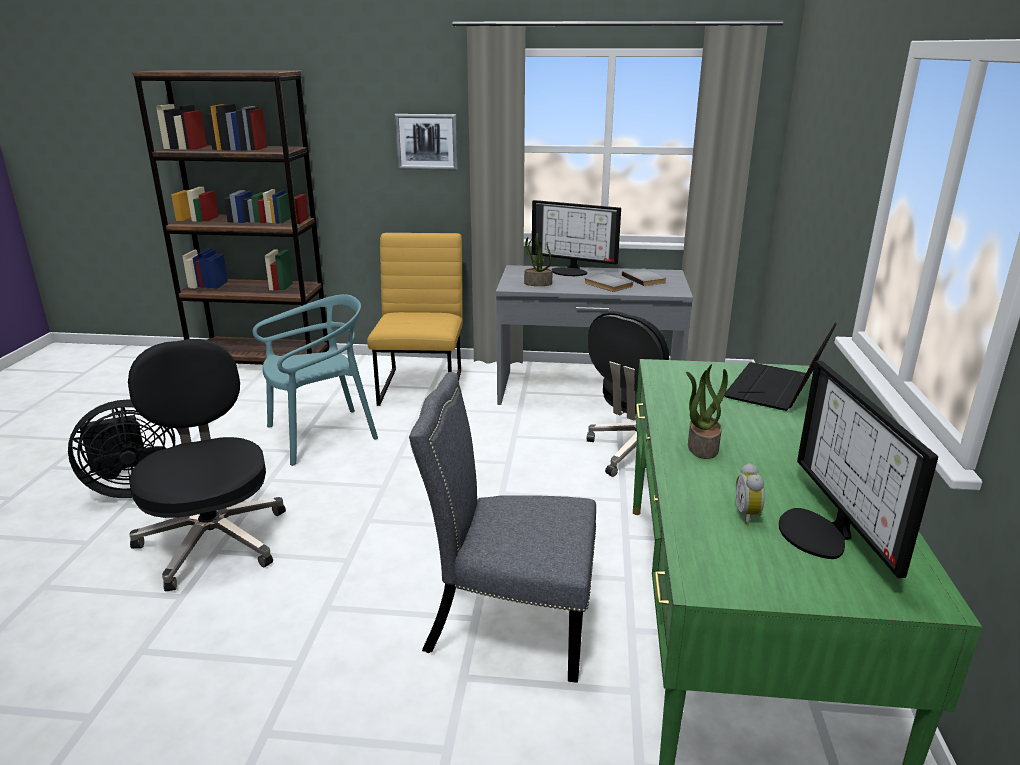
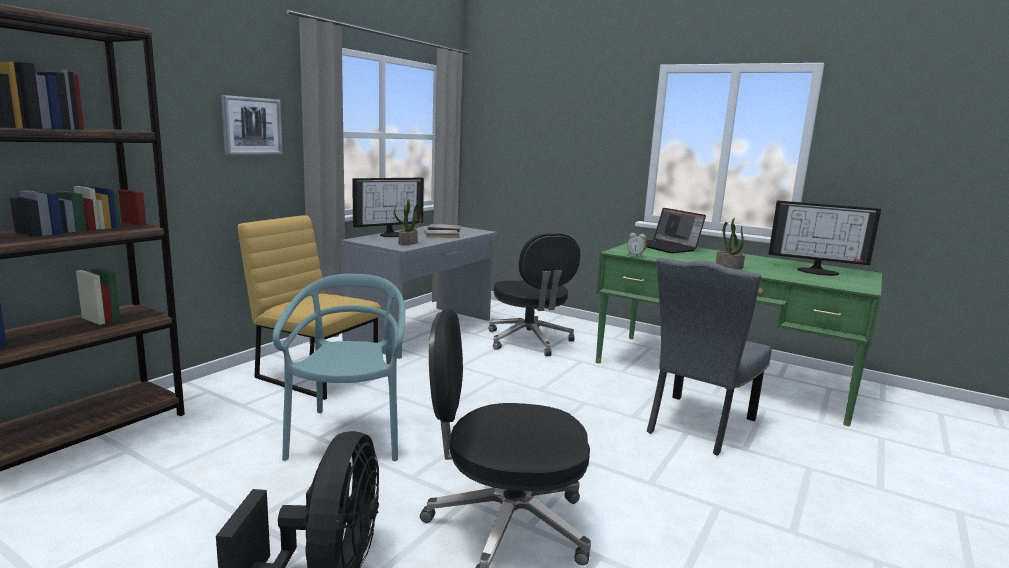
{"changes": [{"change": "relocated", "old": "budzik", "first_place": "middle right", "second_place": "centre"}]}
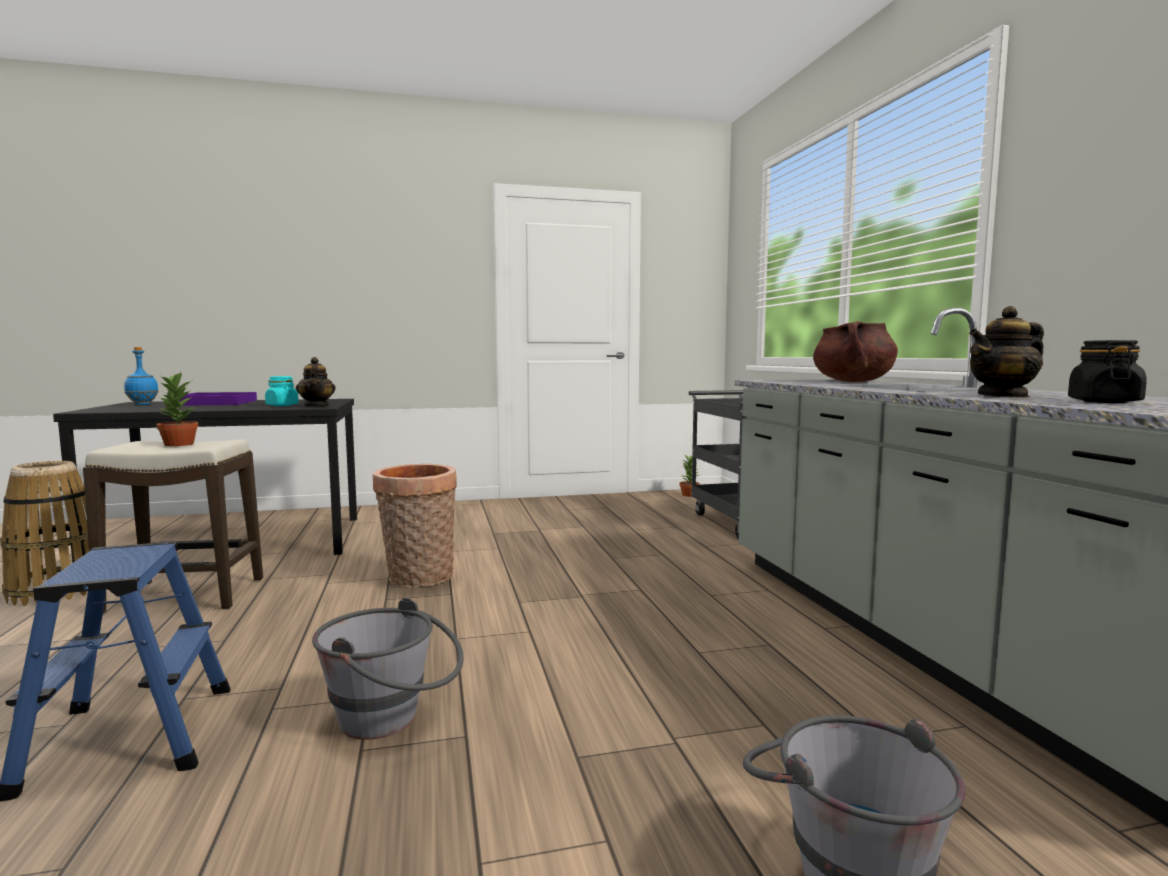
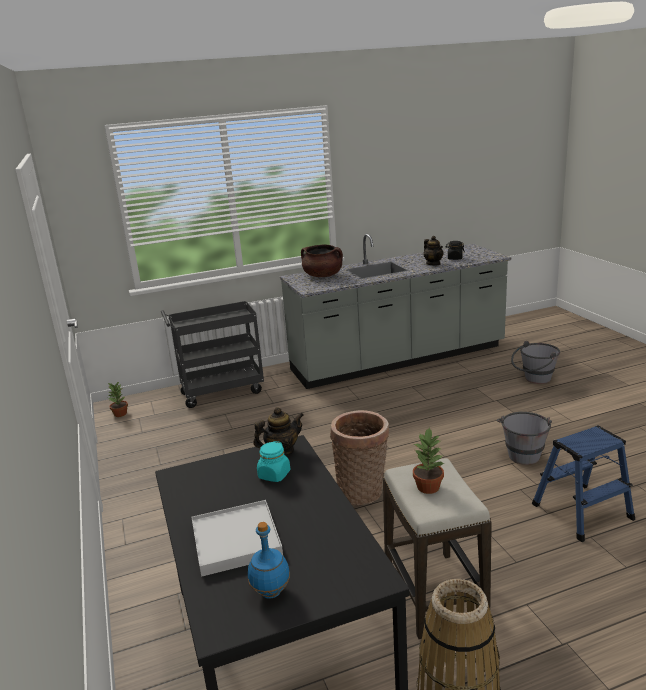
{"changes": [{"change": "colour", "old": "taca/fioletowy", "new": "taca/biały", "first_place": "middle left", "second_place": "bottom centre"}]}
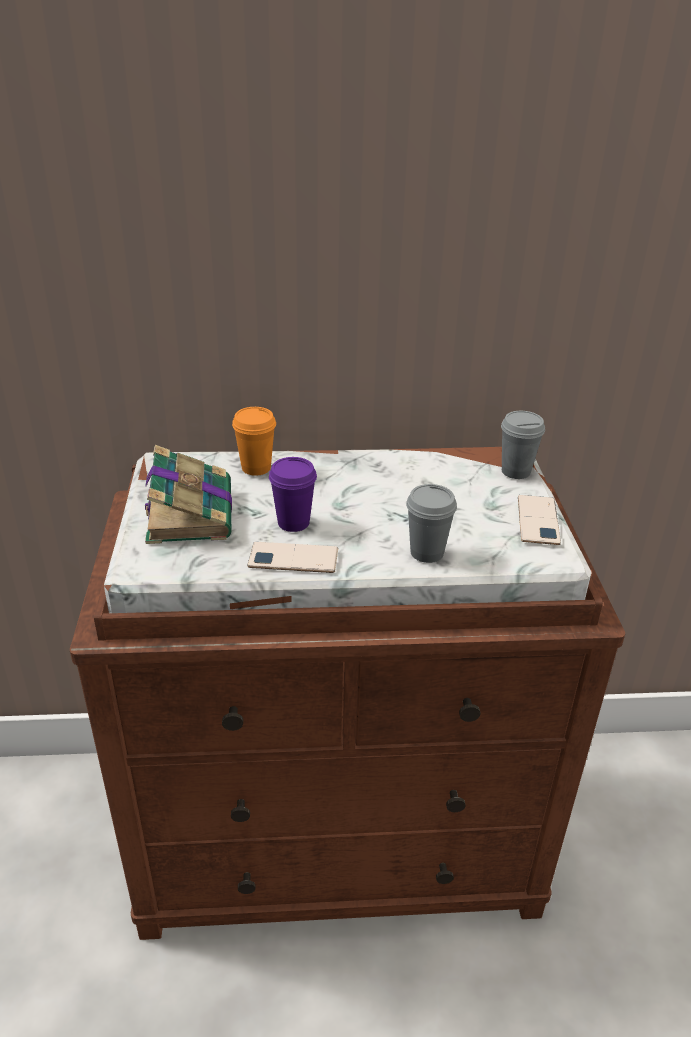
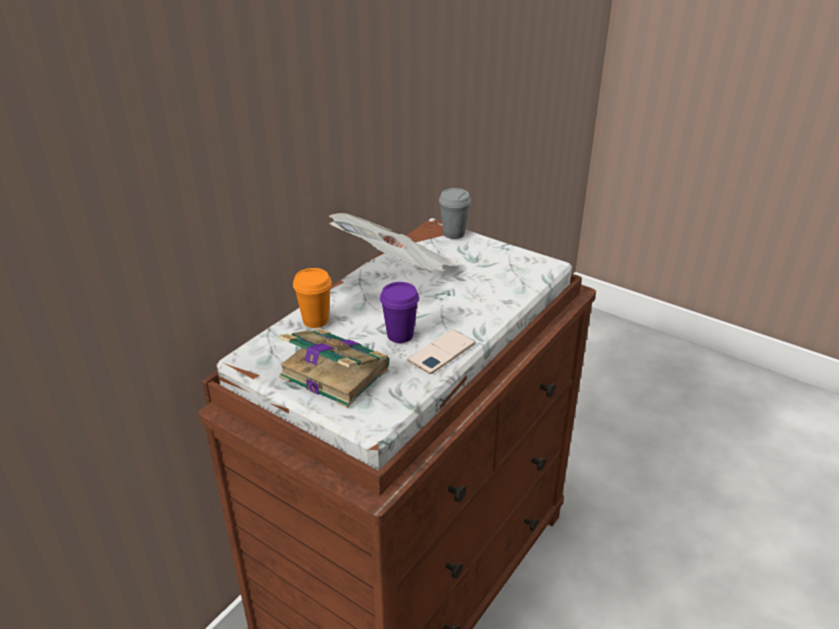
{"changes": [{"change": "missing", "old": "filiżanka/szary (no. 1 from left)", "first_place": "centre"}, {"change": "missing", "old": "telefon (no. 2 from left)", "first_place": "middle right"}, {"change": "appeared", "new": "gazeta", "second_place": "centre"}]}
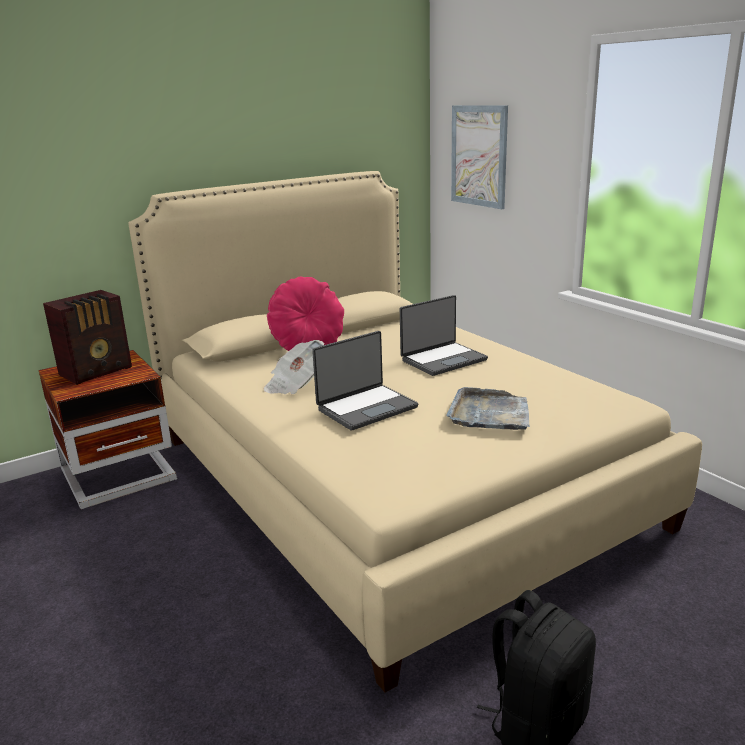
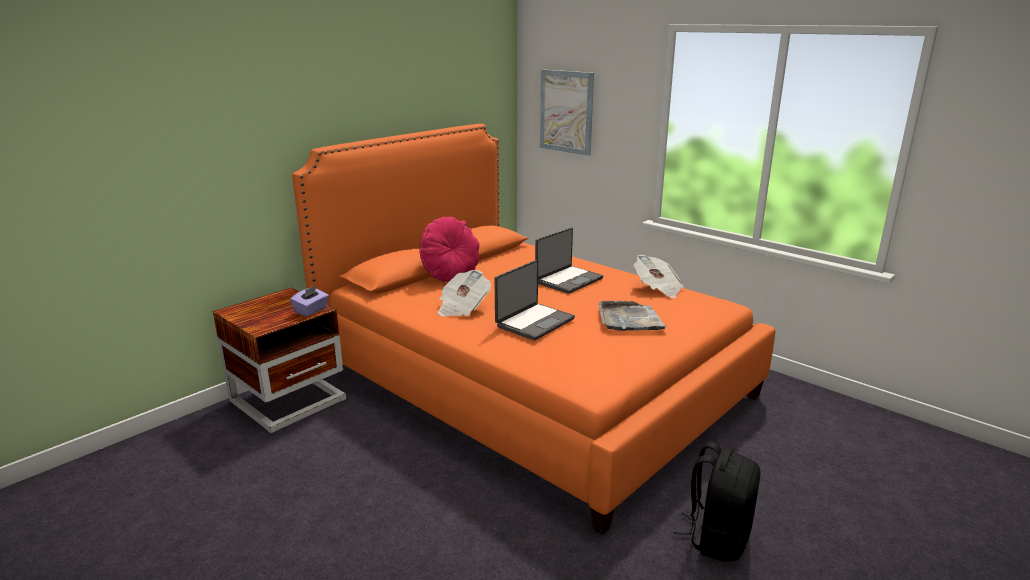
{"changes": [{"change": "missing", "old": "radio", "first_place": "middle left"}, {"change": "appeared", "new": "pudełko chusteczek/fioletowy", "second_place": "middle left"}, {"change": "appeared", "new": "gazeta (no. 2 from left)", "second_place": "centre"}, {"change": "colour", "old": "łóżko/beżowy", "new": "łóżko/pomarańczowy", "first_place": "centre", "second_place": "centre"}]}
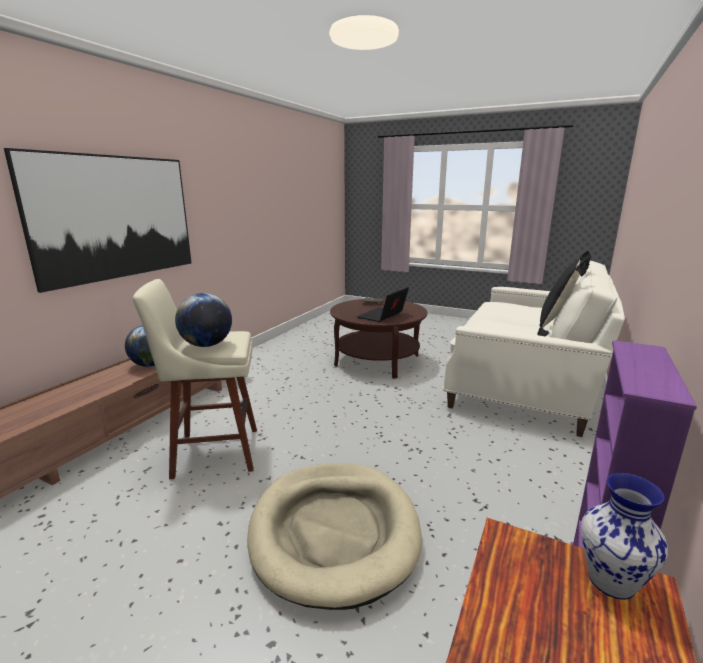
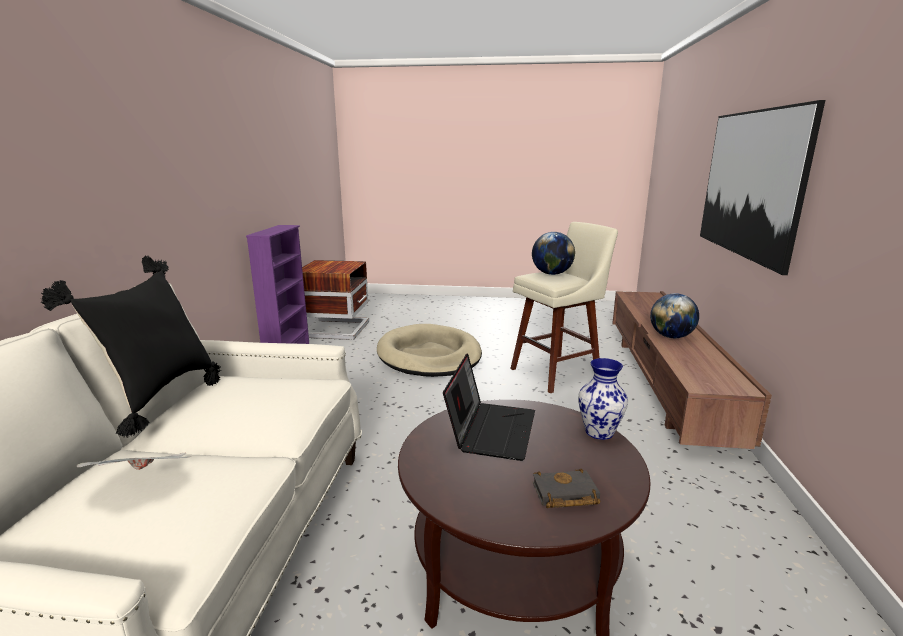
{"changes": [{"change": "appeared", "new": "gazeta", "second_place": "bottom left"}, {"change": "relocated", "old": "wazon", "first_place": "bottom right", "second_place": "middle right"}]}
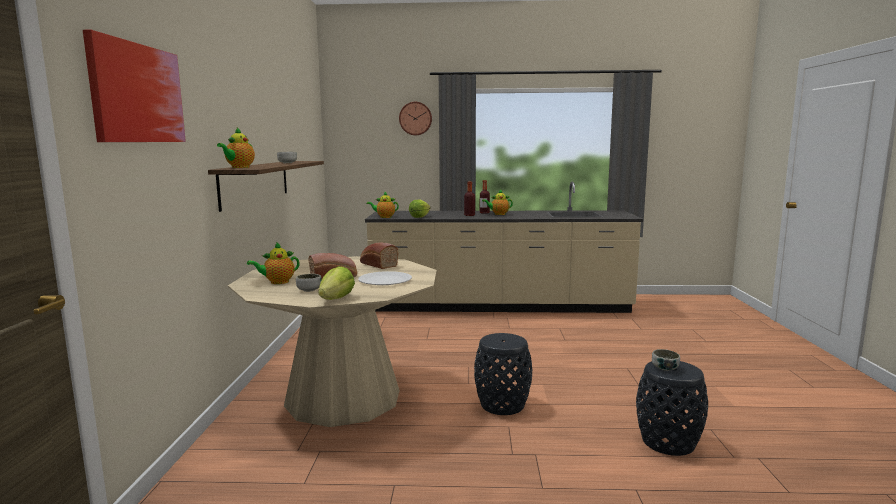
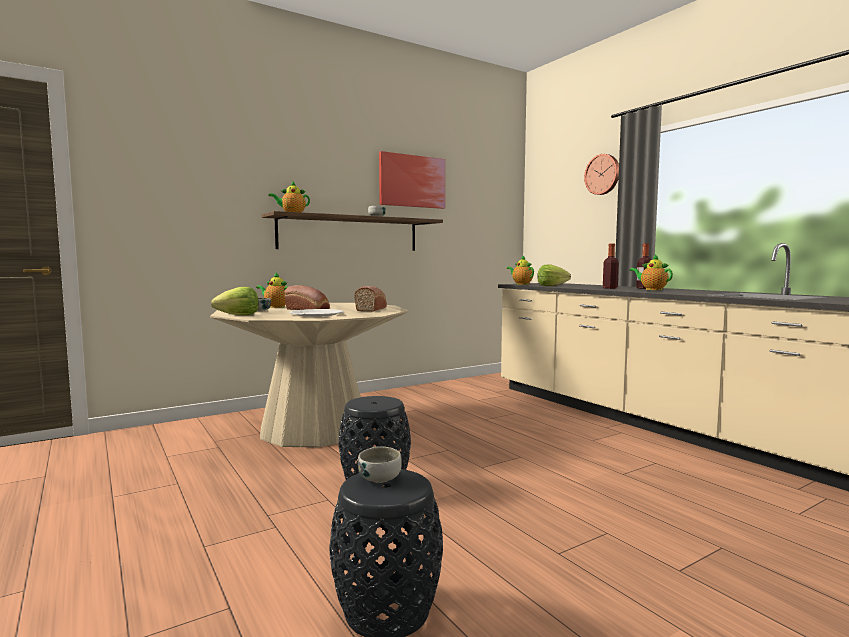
{"changes": [{"change": "relocated", "old": "obraz", "first_place": "top left", "second_place": "top centre"}]}
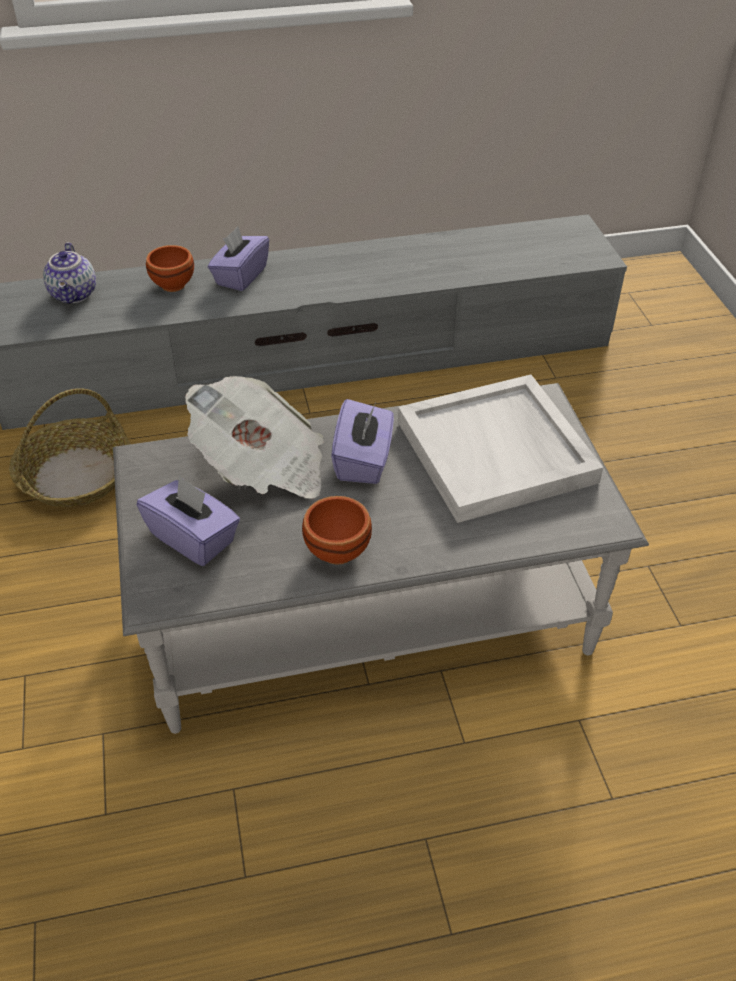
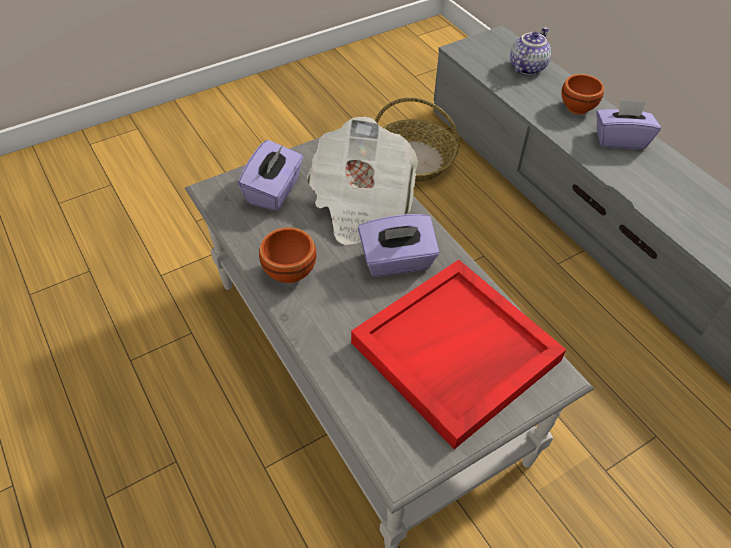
{"changes": [{"change": "colour", "old": "taca/biały", "new": "taca/czerwony", "first_place": "middle right", "second_place": "centre"}, {"change": "spun", "old": "imbryk", "first_place": "top left", "second_place": "top right", "degrees": 150}]}
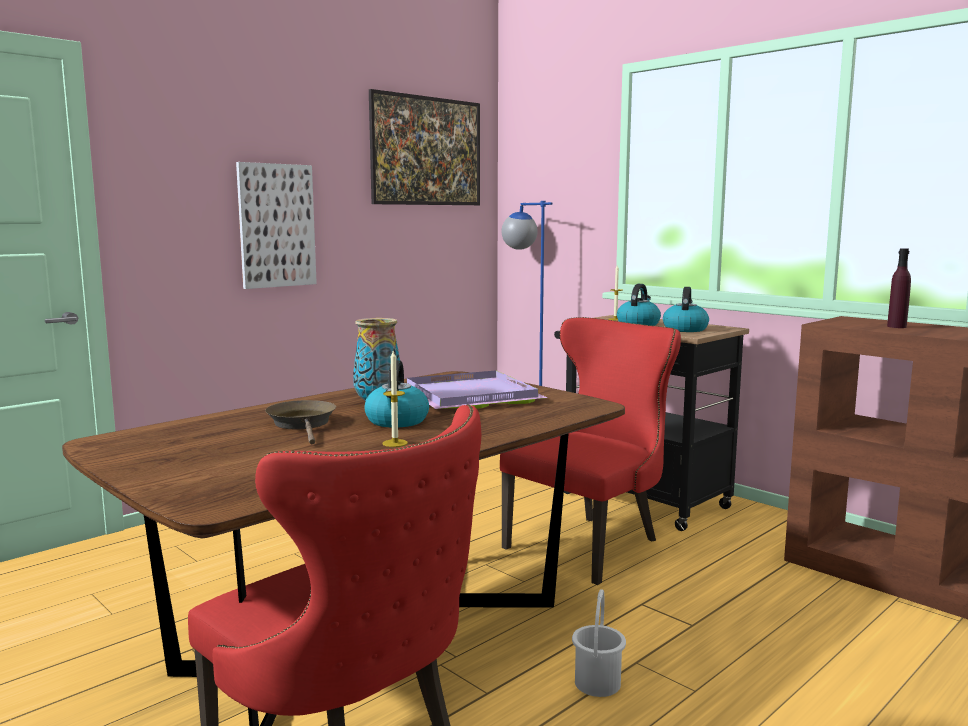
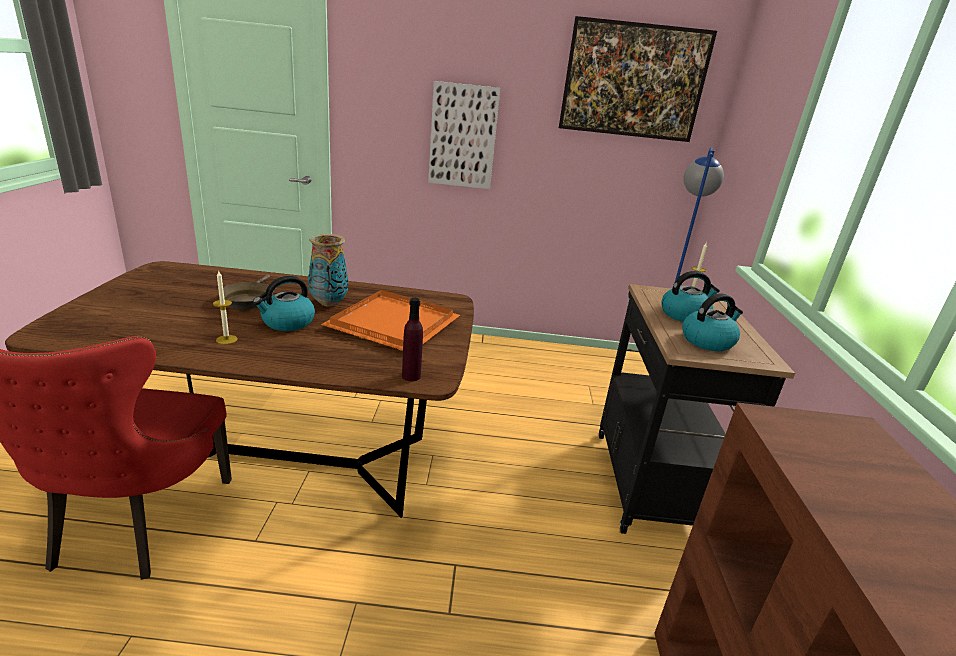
{"changes": [{"change": "missing", "old": "krzesło/czerwony (no. 2 from left)", "first_place": "centre"}, {"change": "missing", "old": "wiadro/biały", "first_place": "bottom centre"}, {"change": "relocated", "old": "butelka/fioletowy", "first_place": "middle right", "second_place": "centre"}, {"change": "colour", "old": "taca/fioletowy", "new": "taca/pomarańczowy", "first_place": "centre", "second_place": "centre"}, {"change": "spun", "old": "patelnia/brązowy", "first_place": "middle left", "second_place": "middle left", "degrees": 150}]}
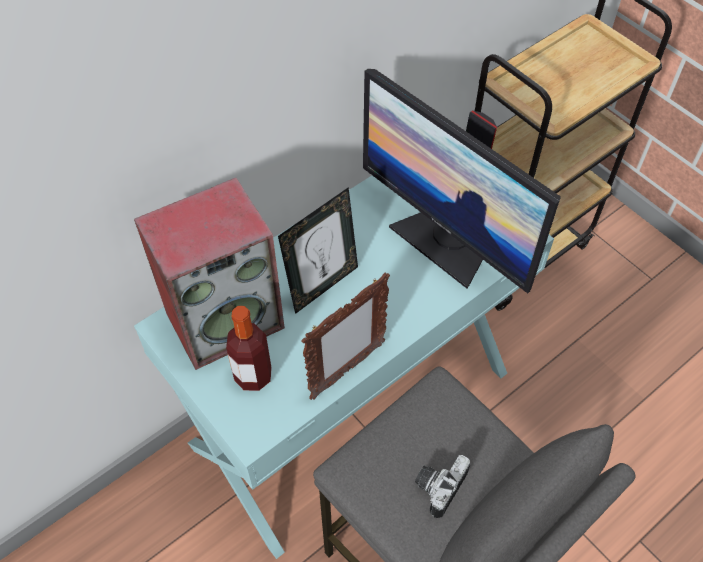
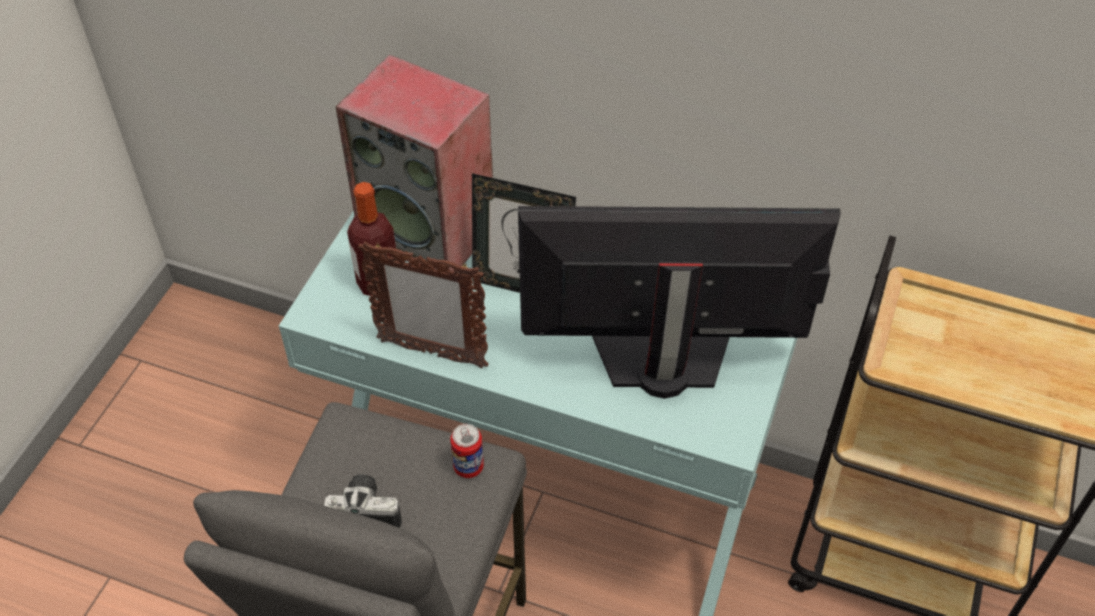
{"changes": [{"change": "appeared", "new": "puszka", "second_place": "bottom centre"}, {"change": "spun", "old": "monitor", "first_place": "top centre", "second_place": "centre", "degrees": 75}]}
